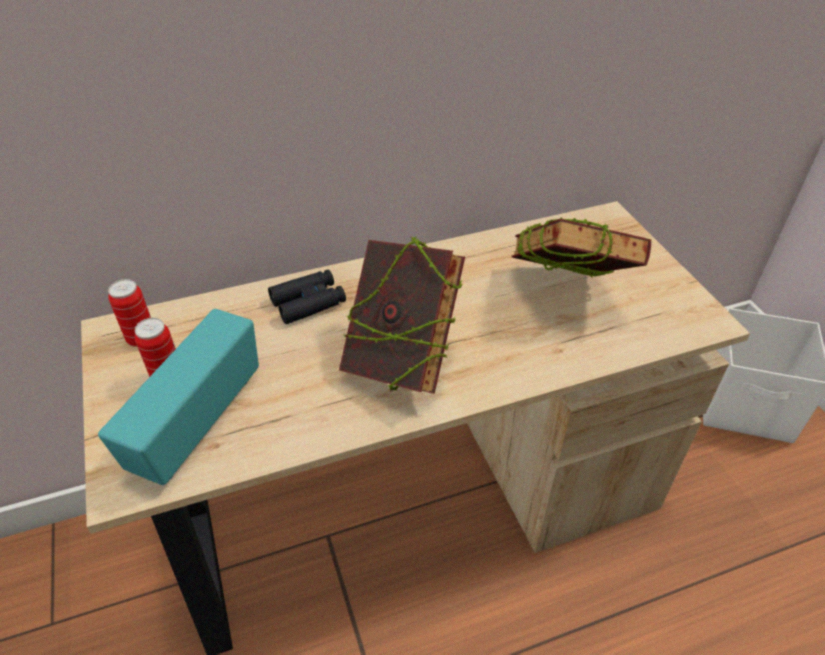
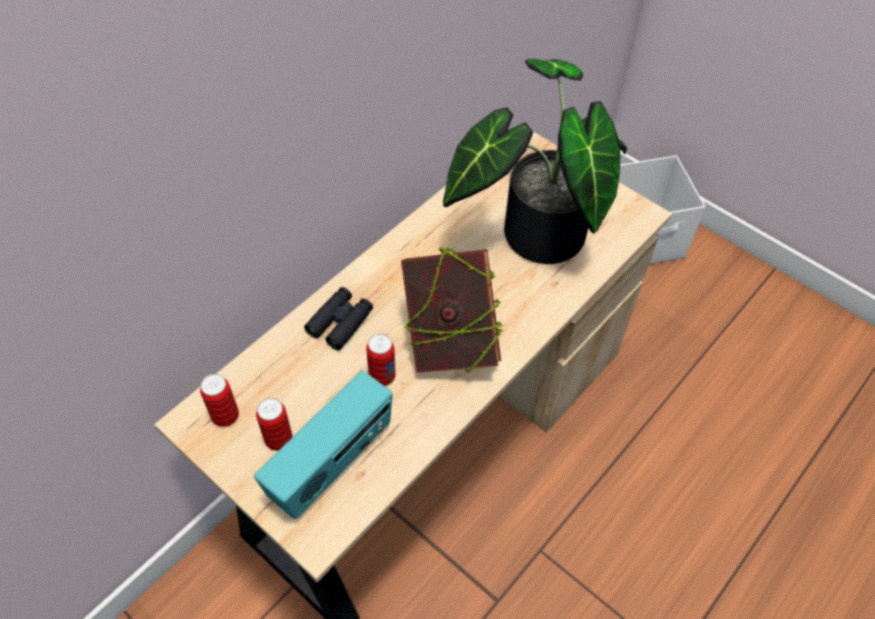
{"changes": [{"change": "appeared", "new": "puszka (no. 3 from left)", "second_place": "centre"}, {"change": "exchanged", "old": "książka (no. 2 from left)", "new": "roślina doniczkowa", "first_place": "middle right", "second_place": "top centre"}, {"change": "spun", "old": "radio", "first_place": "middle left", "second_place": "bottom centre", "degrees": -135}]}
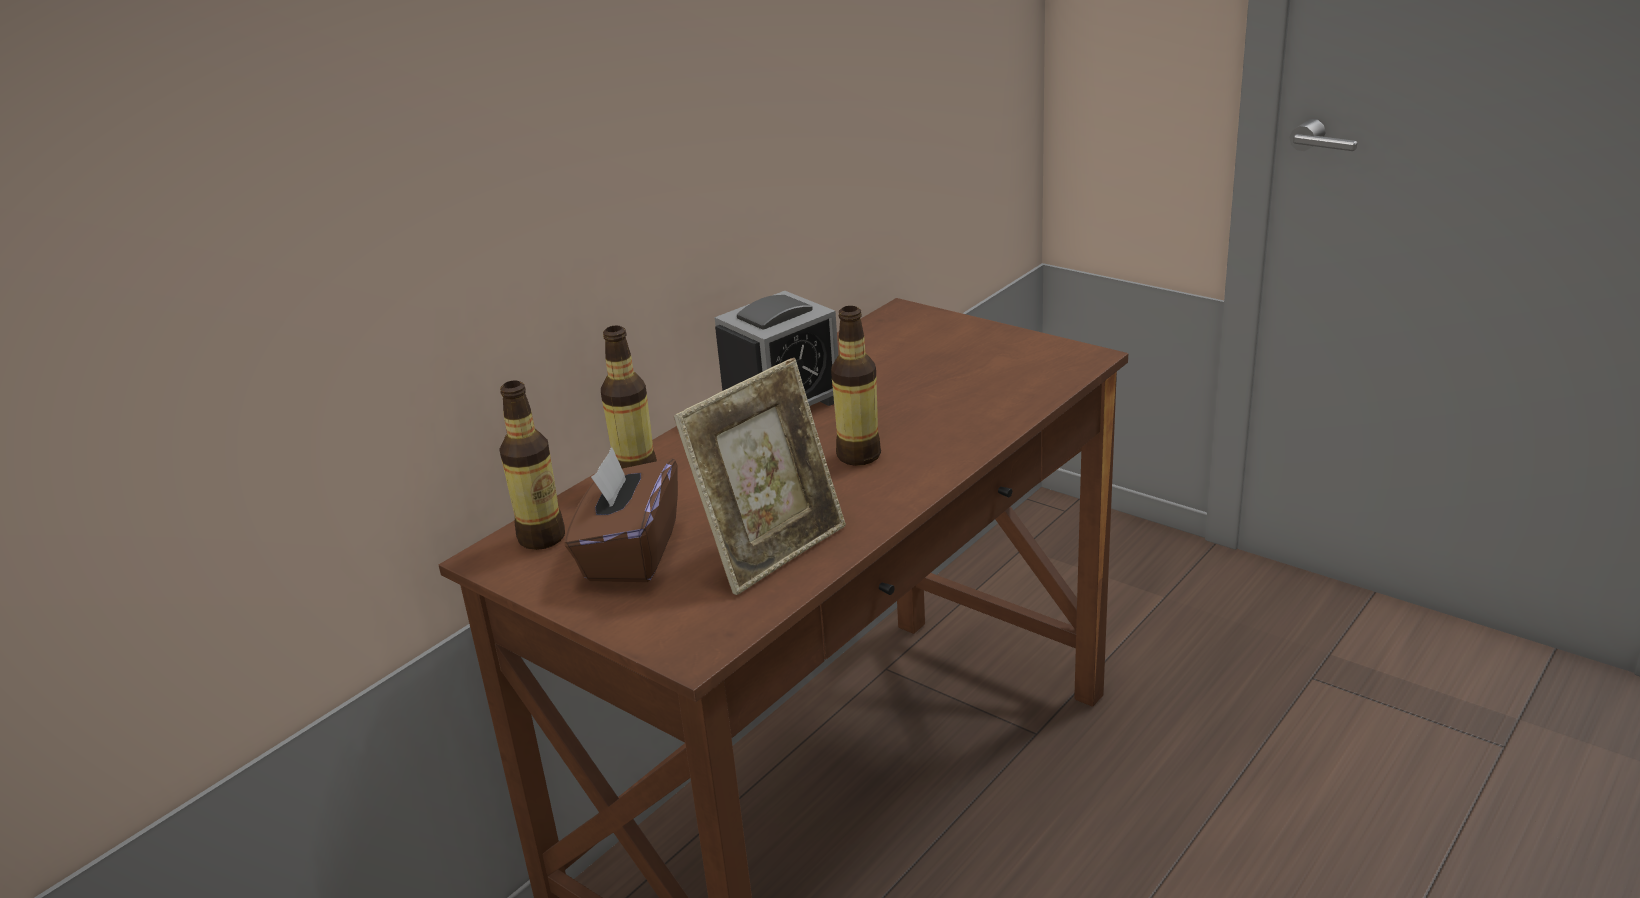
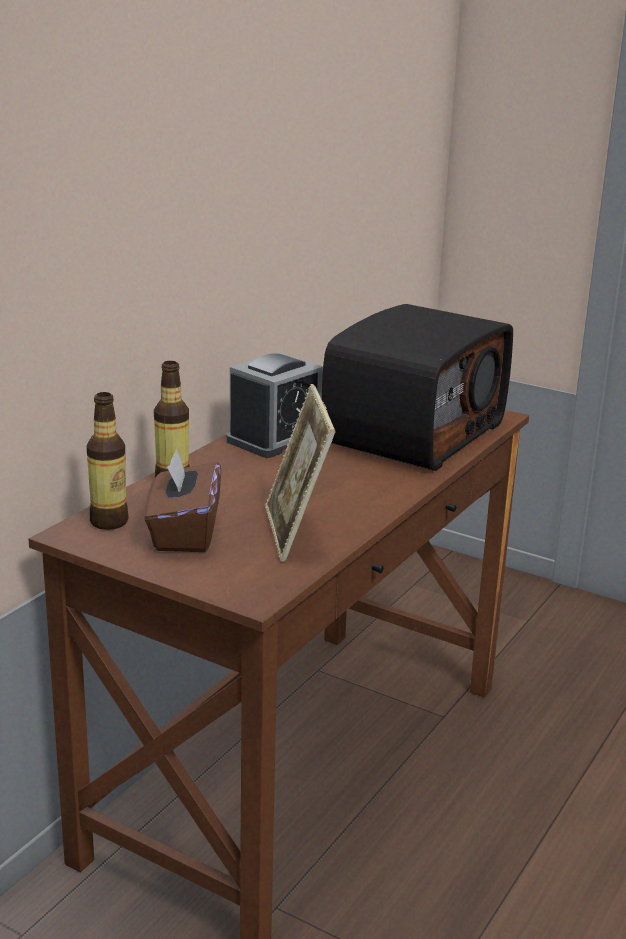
{"changes": [{"change": "missing", "old": "butelka (no. 3 from left)", "first_place": "centre"}, {"change": "appeared", "new": "radio", "second_place": "centre"}, {"change": "spun", "old": "ramka na zdjęcie", "first_place": "centre", "second_place": "centre", "degrees": 135}]}
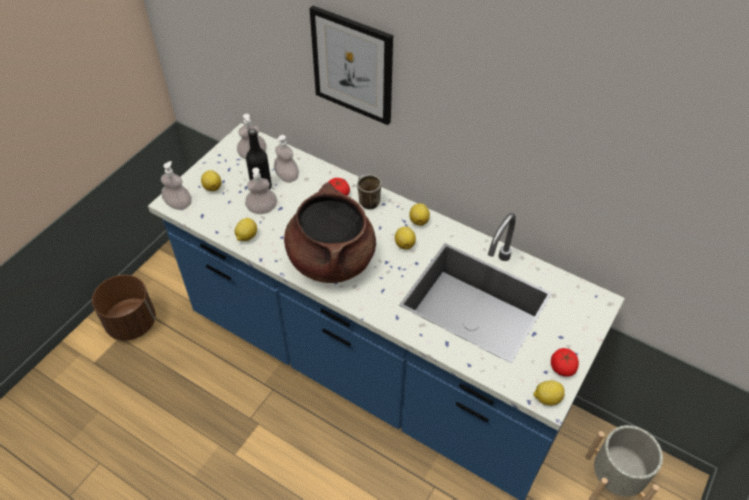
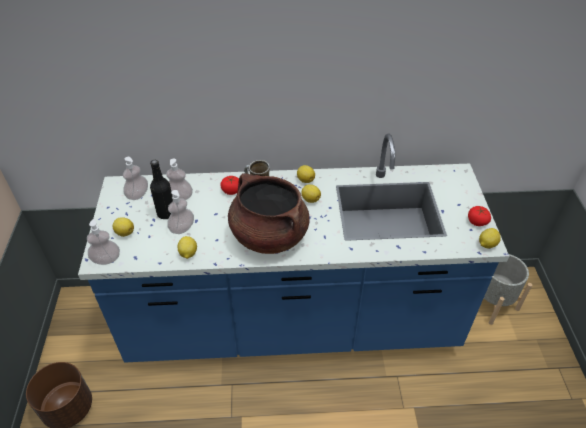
{"changes": [{"change": "missing", "old": "obraz", "first_place": "top centre"}]}
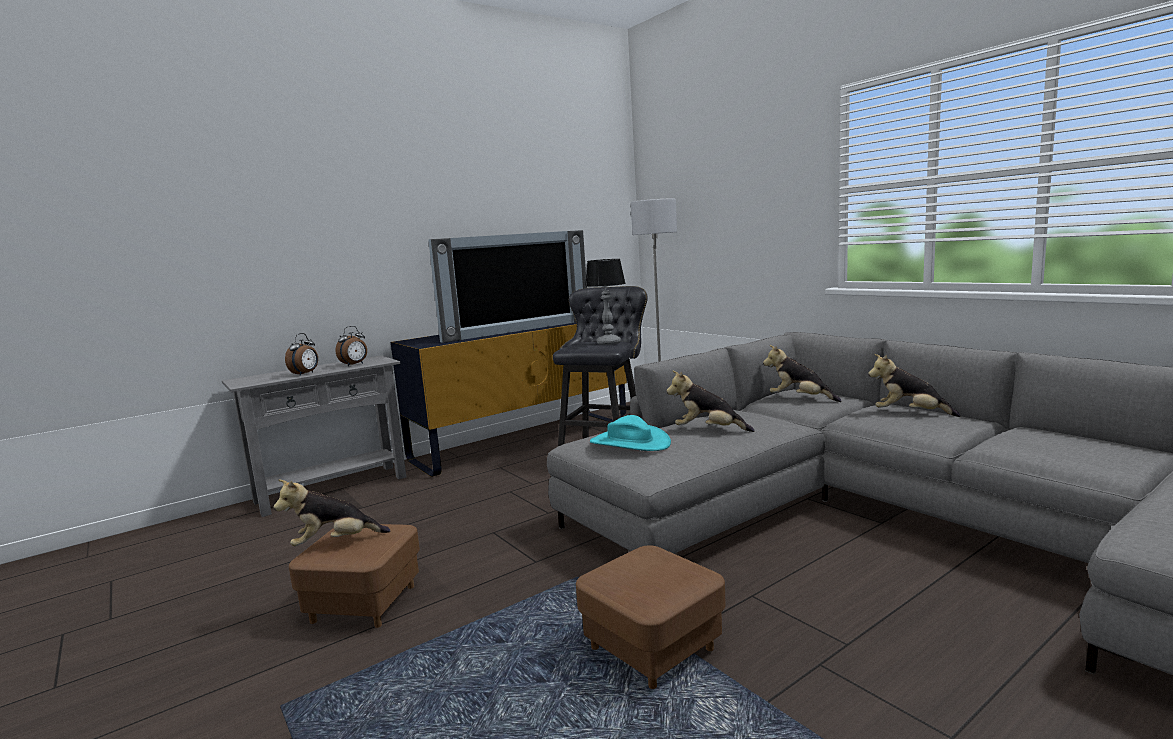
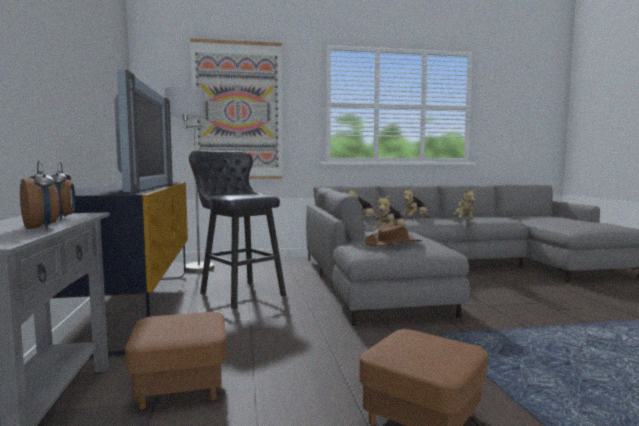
{"changes": [{"change": "missing", "old": "lampa stołowa", "first_place": "centre"}, {"change": "appeared", "new": "obraz", "second_place": "top centre"}, {"change": "relocated", "old": "pluszak (no. 1 from left in the first image)", "new": "pluszak (no. 4 from left)", "first_place": "bottom left", "second_place": "middle right"}, {"change": "relocated", "old": "pufa/brązowy (no. 2 from left in the first image)", "new": "pufa/brązowy (no. 1 from left)", "first_place": "bottom centre", "second_place": "bottom left"}, {"change": "colour", "old": "kapelusz/turkusowy", "new": "kapelusz/brązowy", "first_place": "centre", "second_place": "centre"}]}
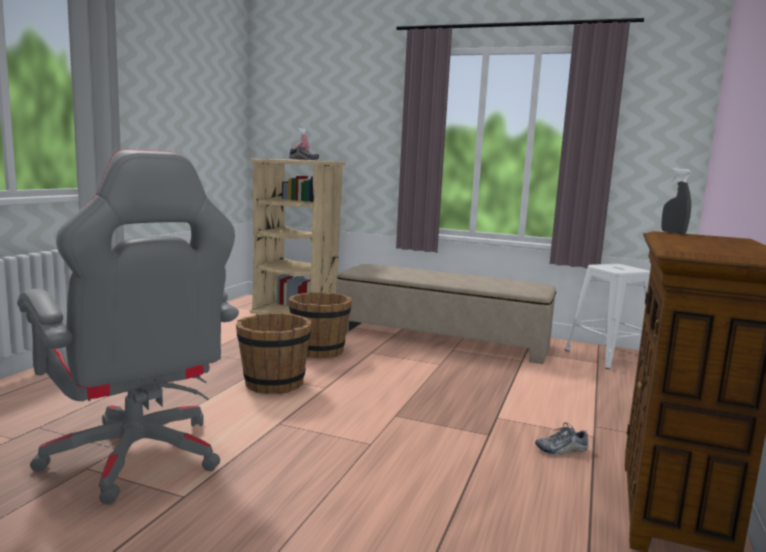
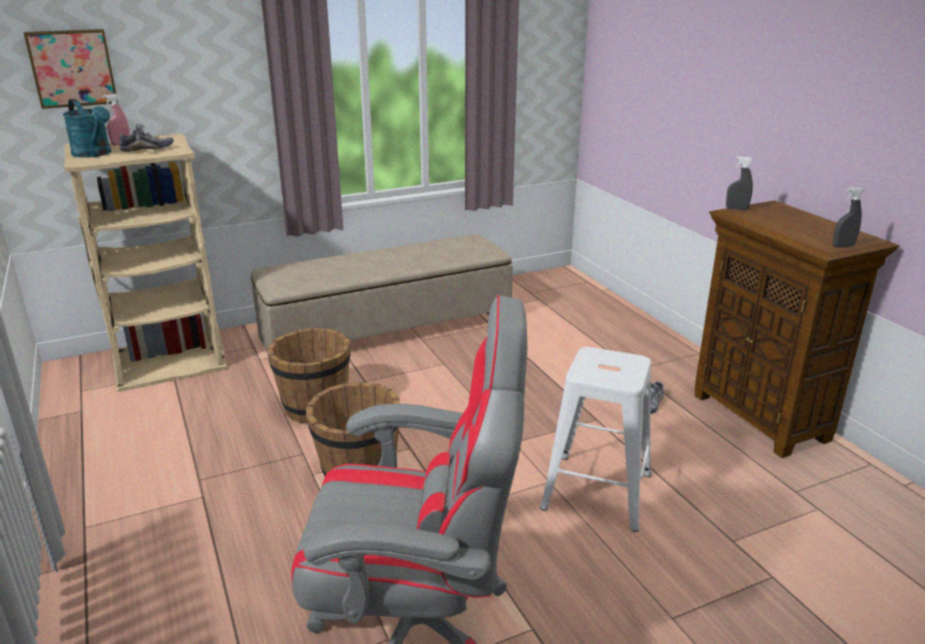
{"changes": [{"change": "appeared", "new": "obraz", "second_place": "top left"}, {"change": "appeared", "new": "konewka/turkusowy", "second_place": "top left"}, {"change": "appeared", "new": "spryskiwacz/szary (no. 2 from left)", "second_place": "middle right"}, {"change": "relocated", "old": "stołek/biały", "first_place": "middle right", "second_place": "bottom centre"}]}
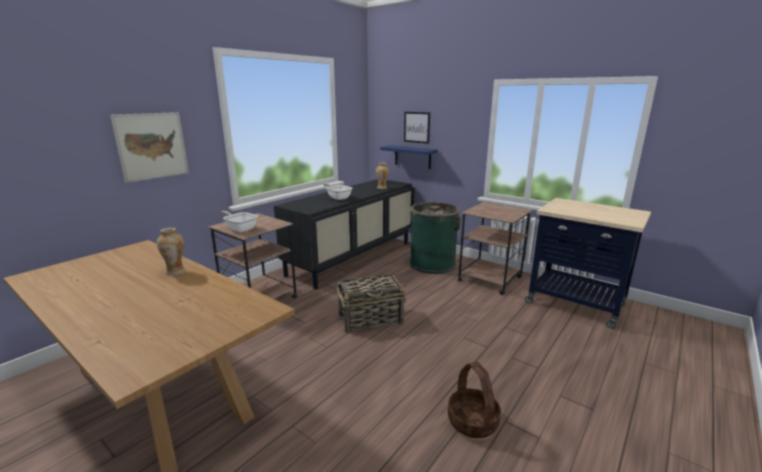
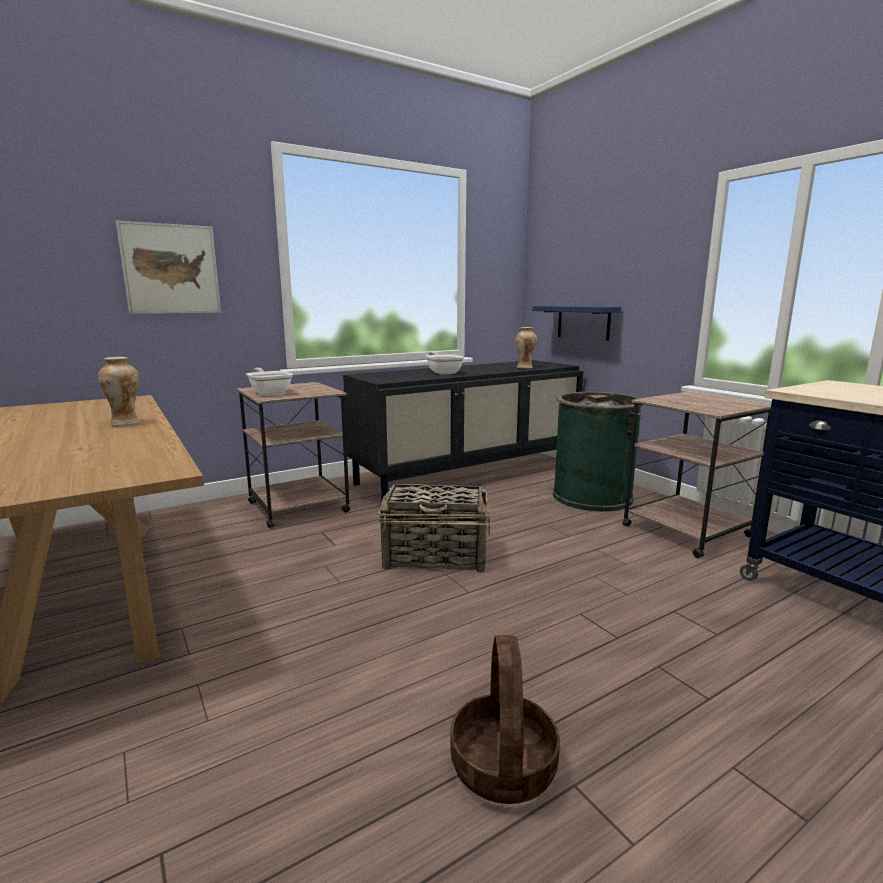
{"changes": [{"change": "missing", "old": "obraz (no. 2 from left)", "first_place": "top centre"}]}
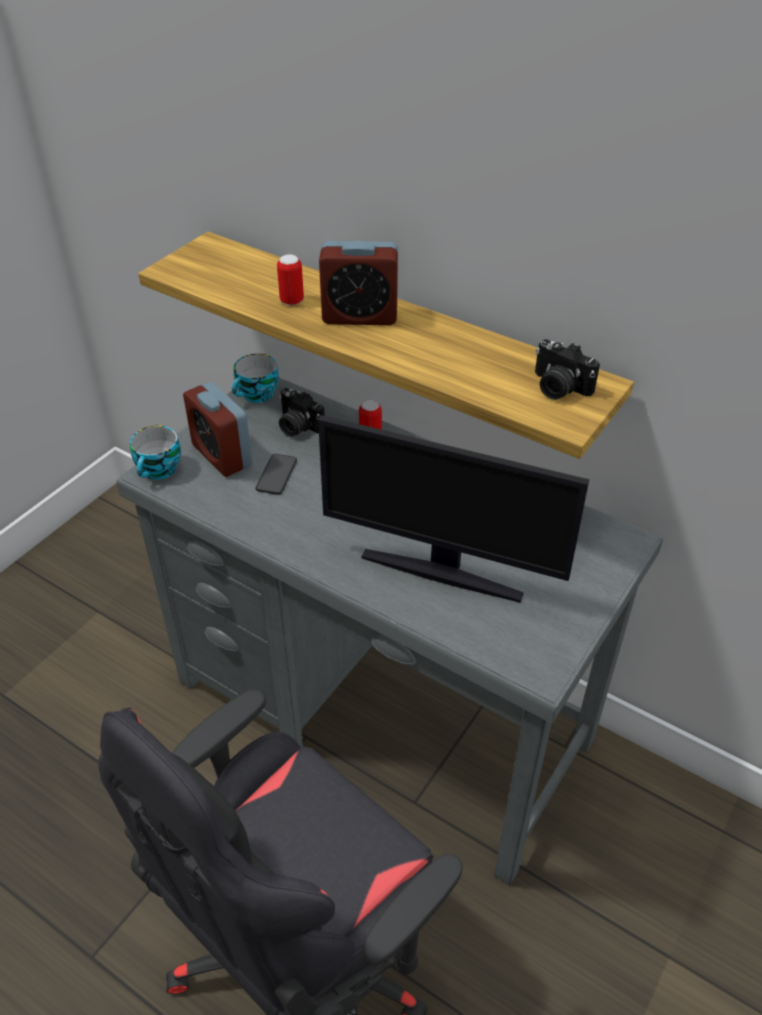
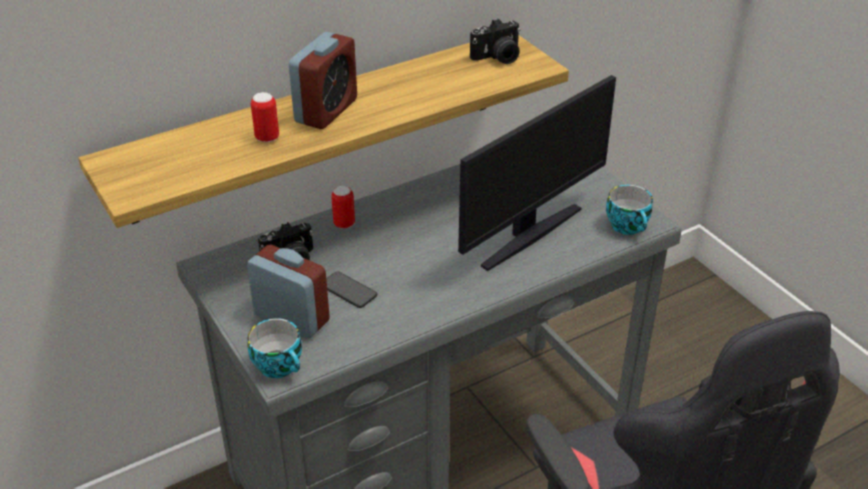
{"changes": [{"change": "relocated", "old": "filiżanka (no. 2 from left)", "first_place": "centre", "second_place": "middle right"}, {"change": "spun", "old": "budzik (no. 1 from left)", "first_place": "middle left", "second_place": "middle left", "degrees": -135}]}
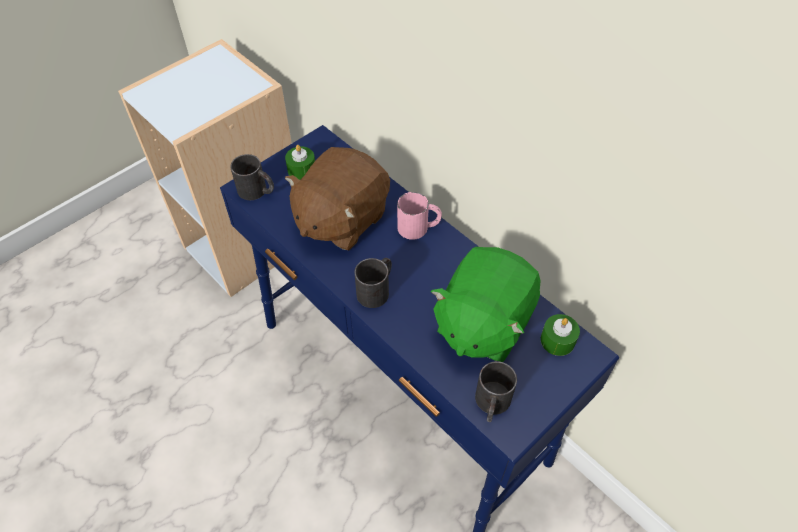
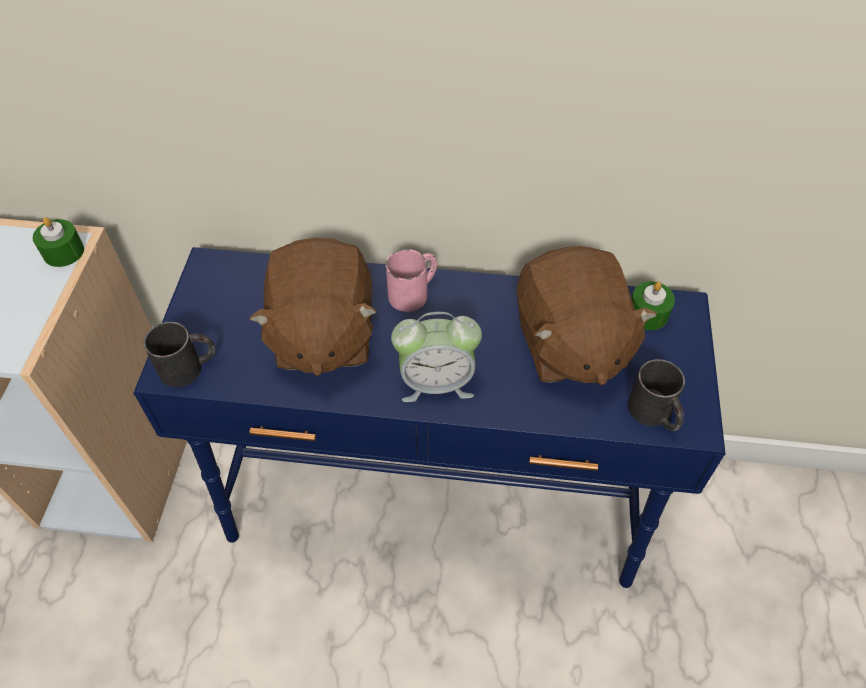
{"changes": [{"change": "relocated", "old": "świeca/zielony (no. 1 from left)", "first_place": "top centre", "second_place": "middle left"}, {"change": "exchanged", "old": "kubek/czarny (no. 2 from left)", "new": "budzik", "first_place": "centre", "second_place": "centre"}, {"change": "colour", "old": "pluszak/zielony", "new": "pluszak/brązowy (no. 2 from left)", "first_place": "centre", "second_place": "middle right"}]}
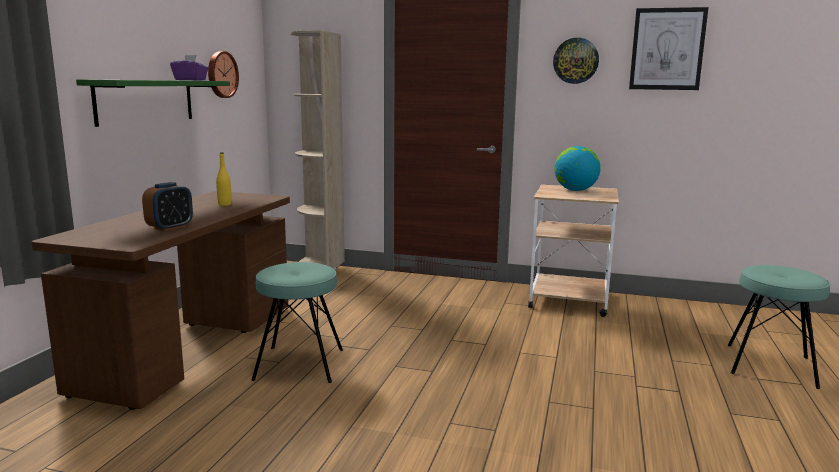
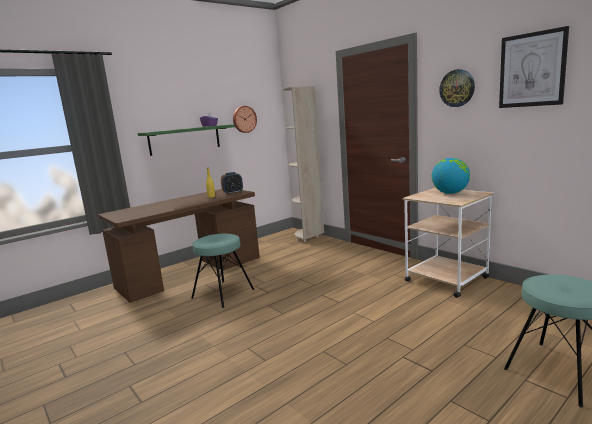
{"changes": [{"change": "relocated", "old": "budzik", "first_place": "middle left", "second_place": "centre"}]}
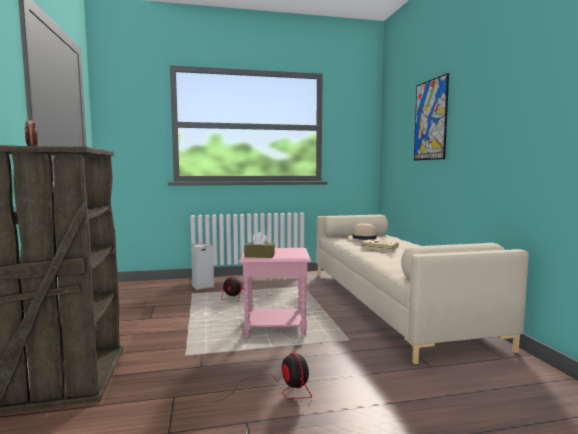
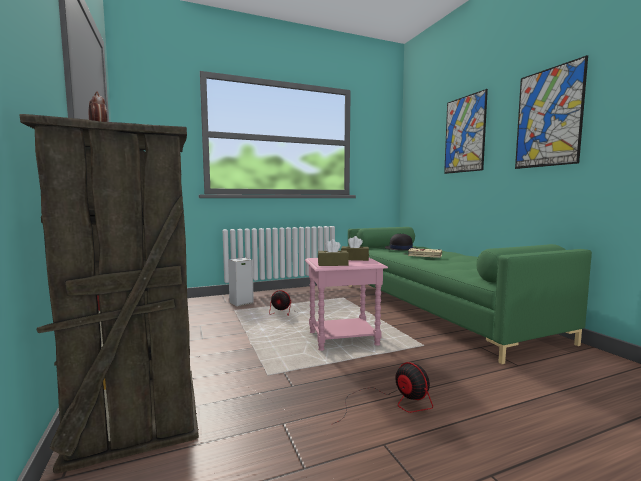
{"changes": [{"change": "appeared", "new": "pudełko chusteczek/brązowy (no. 2 from left)", "second_place": "centre"}, {"change": "appeared", "new": "obraz (no. 2 from left)", "second_place": "top right"}, {"change": "colour", "old": "kanapa/beżowy", "new": "kanapa/zielony", "first_place": "middle right", "second_place": "middle right"}, {"change": "colour", "old": "kapelusz/beżowy", "new": "kapelusz/czarny", "first_place": "centre", "second_place": "centre"}]}
